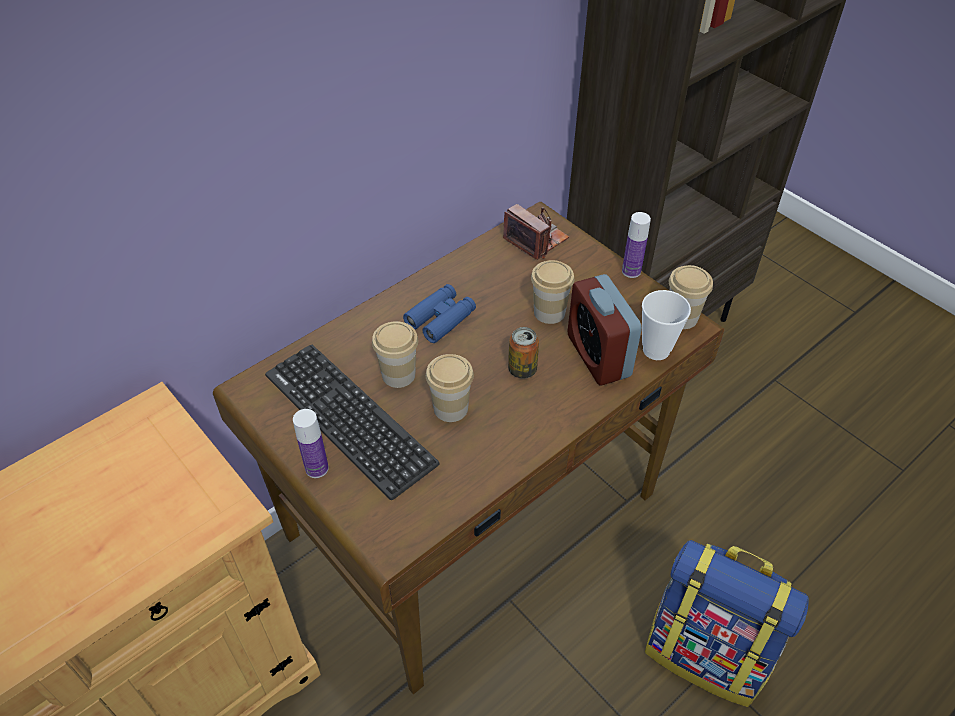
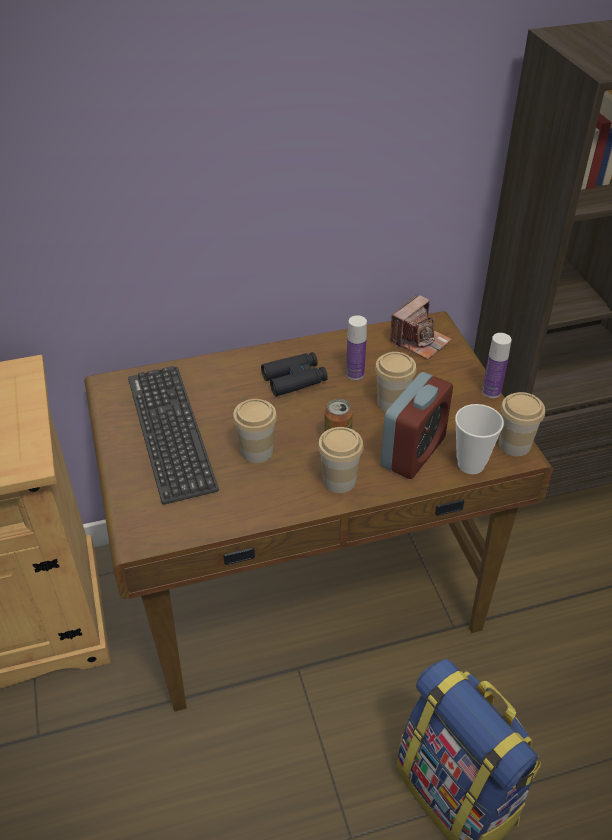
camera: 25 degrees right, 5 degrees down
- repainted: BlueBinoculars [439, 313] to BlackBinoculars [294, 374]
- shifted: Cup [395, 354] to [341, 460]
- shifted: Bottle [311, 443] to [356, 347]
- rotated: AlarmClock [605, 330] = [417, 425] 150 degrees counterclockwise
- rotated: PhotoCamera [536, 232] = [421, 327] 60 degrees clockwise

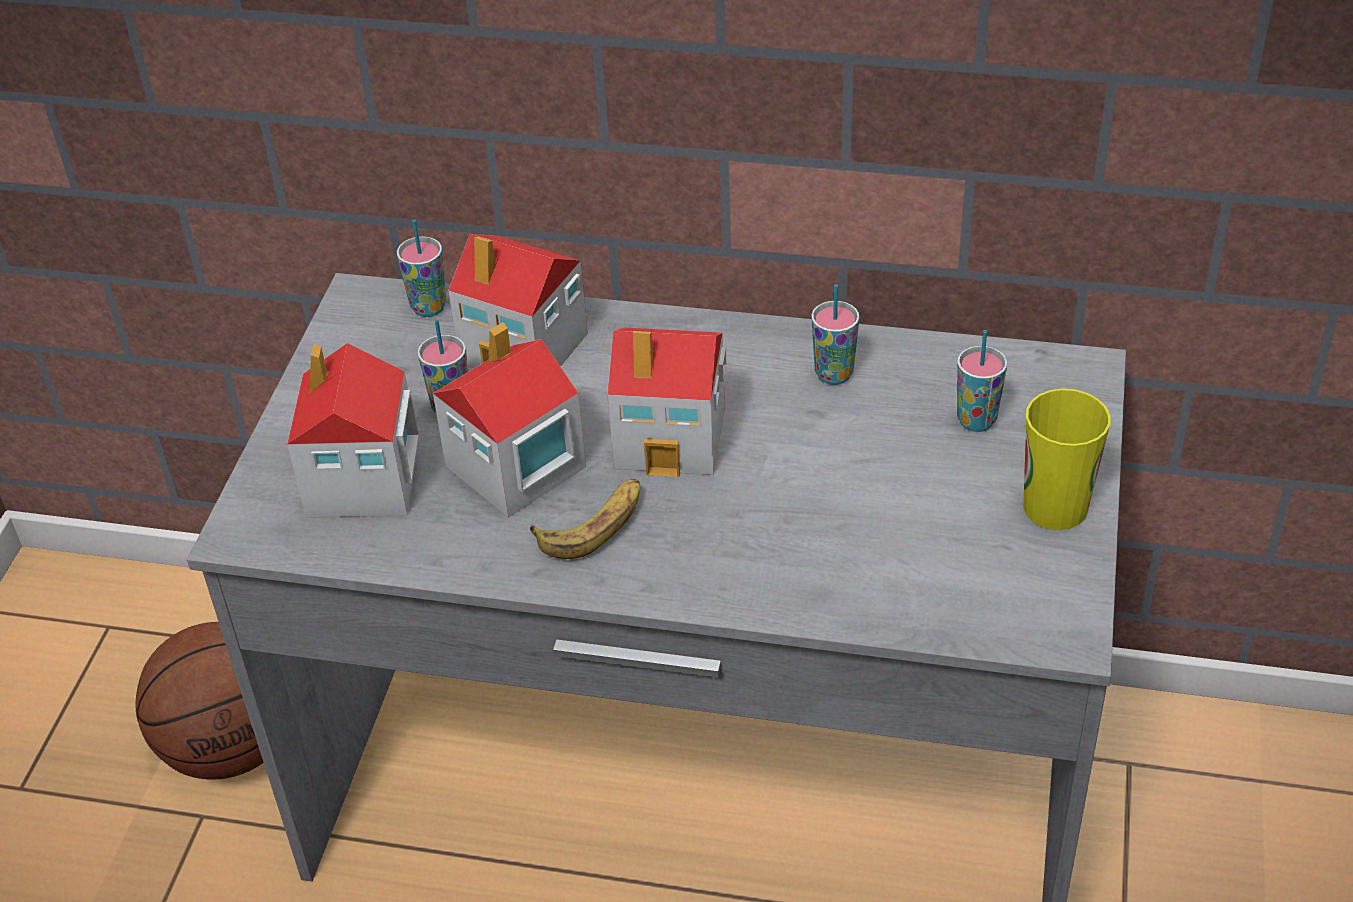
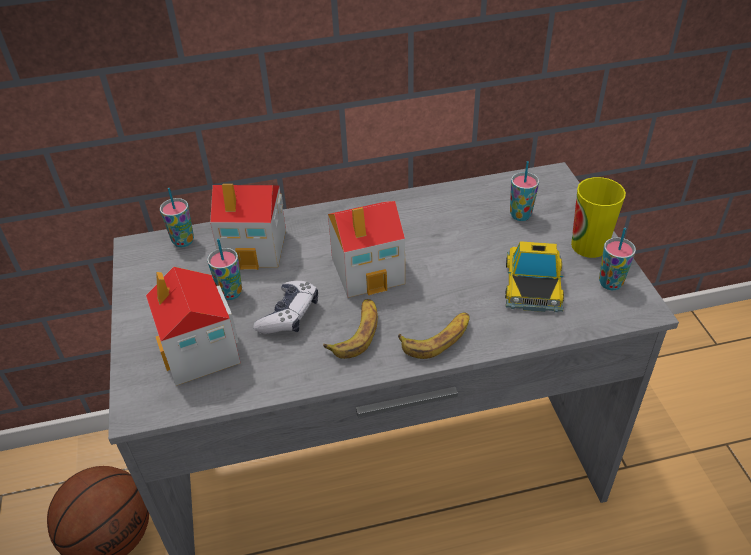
camera: 25 degrees left, 0 degrees up
- swapped: ToyHouse [509, 420] to GameController [285, 307]
- new: Banana [433, 335]
- new: ToyCar [534, 277]
- shifted: Cup [835, 334] to [617, 259]

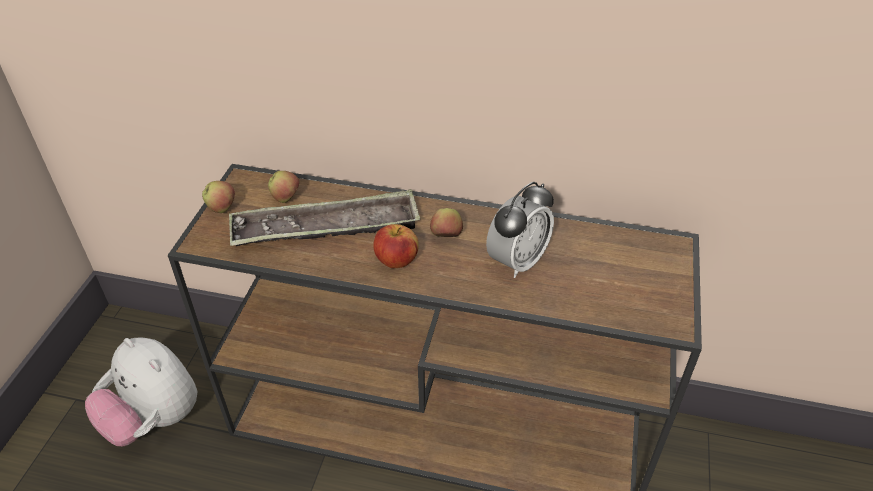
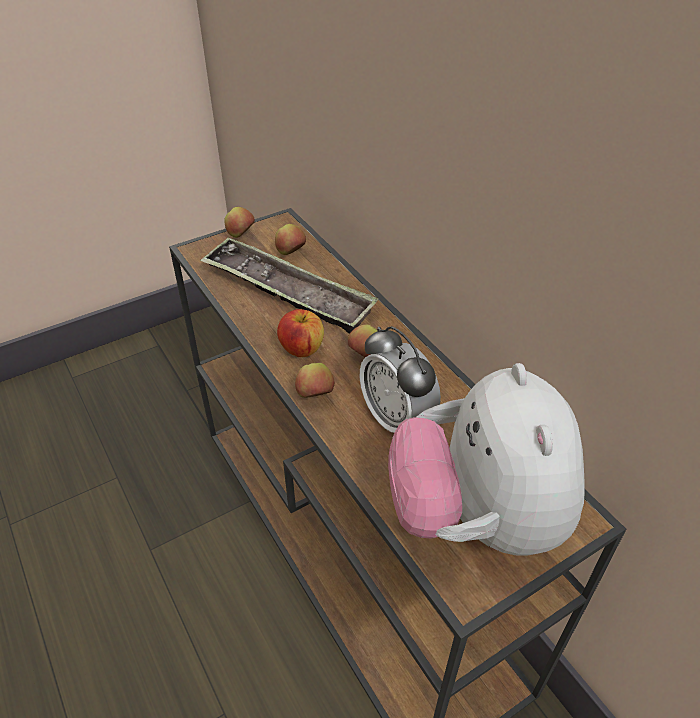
camera: 45 degrees right, 0 degrees up
- new: Apple [315, 380]
- rotated: AlarmClock [520, 230] = [400, 379] 60 degrees clockwise
- shifted: PlushToy [141, 392] to [486, 459]

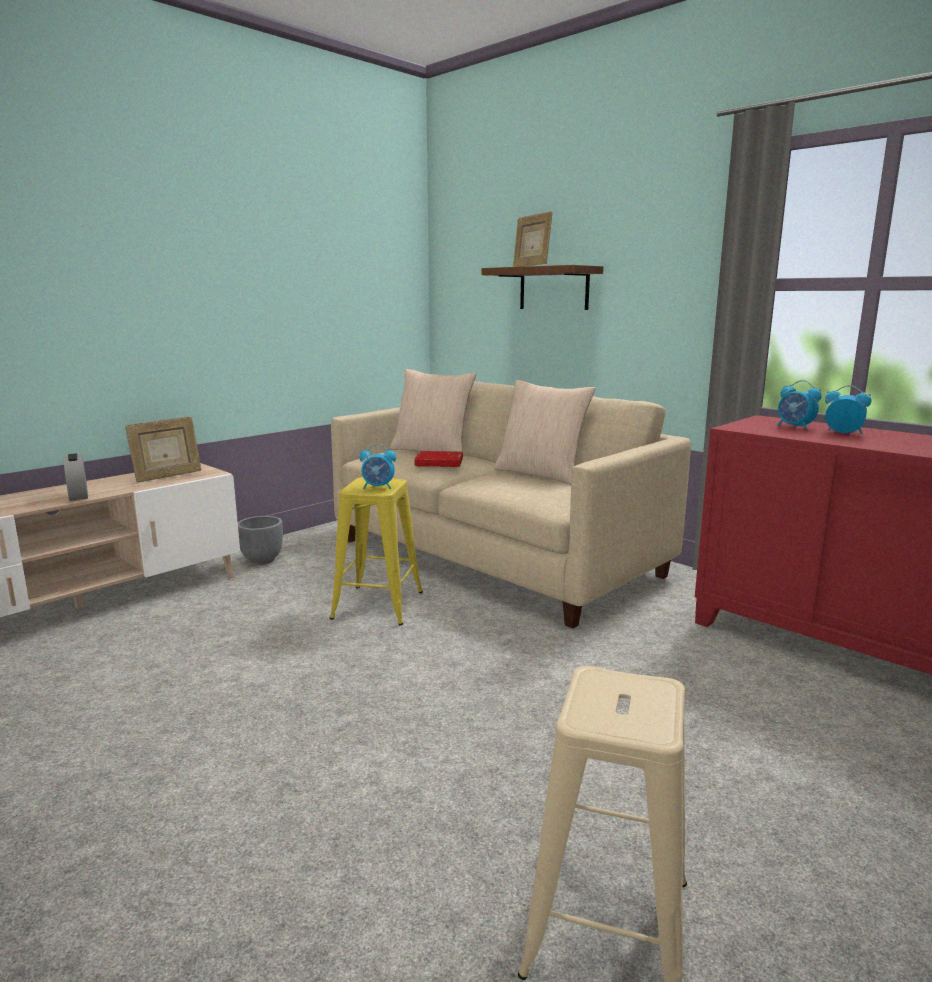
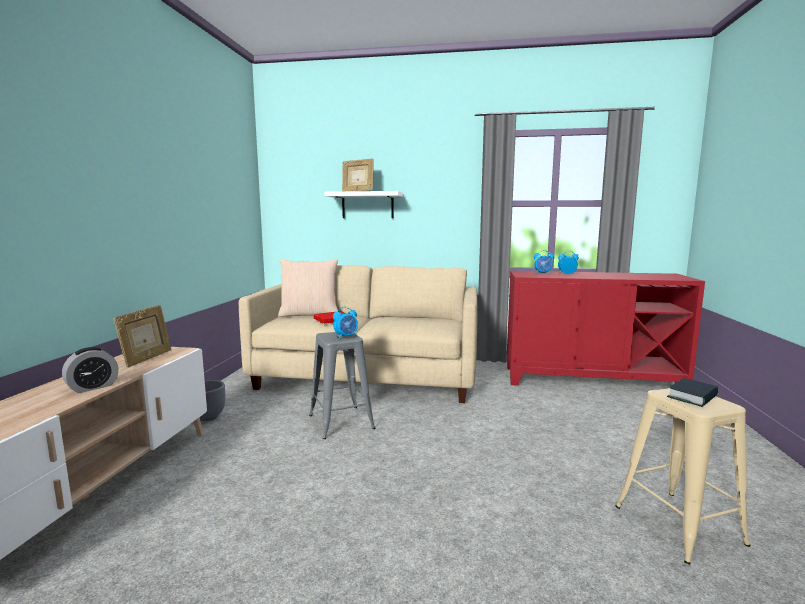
camera: 35 degrees left, 5 degrees down
- rotated: AlarmClock [75, 477] = [90, 370] 75 degrees counterclockwise
- repainted: YellowStool [376, 551] to GreyStool [342, 385]
- repainted: BrownShelf [542, 287] to WhiteShelf [363, 204]
- new: Book [692, 392]
- gone: BeigePillow [545, 432]

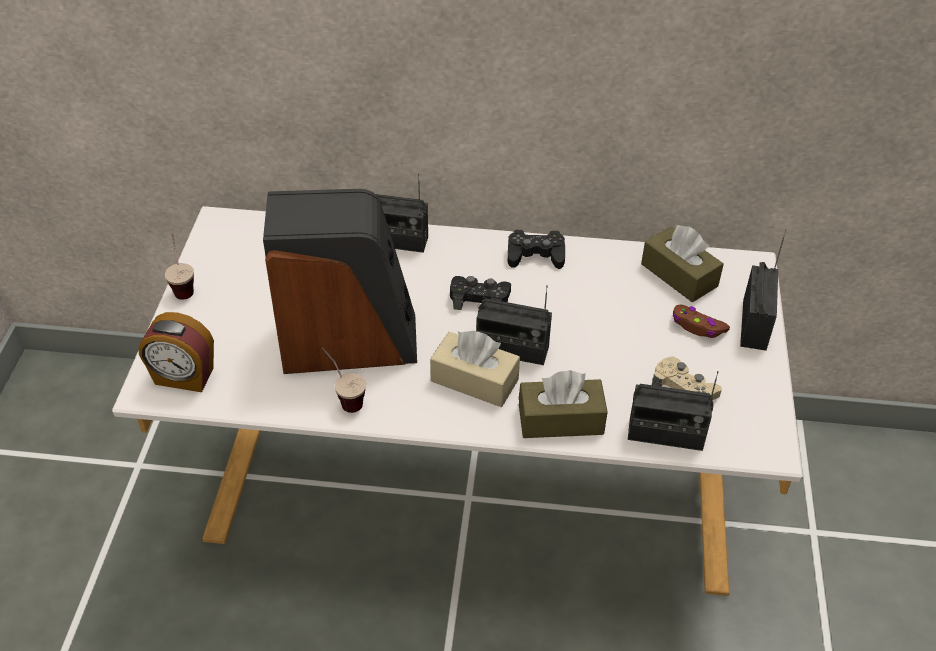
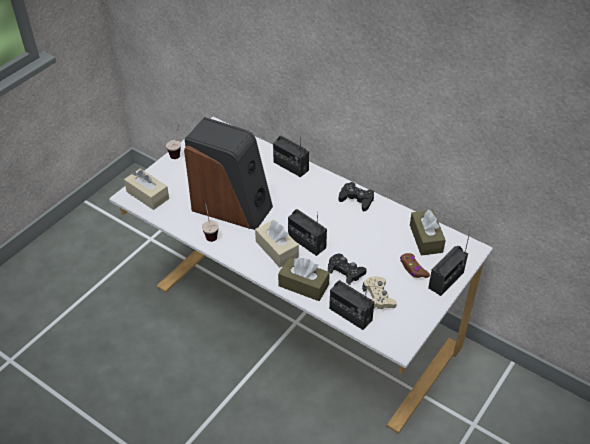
camera: 30 degrees right, 0 degrees up
- swapped: AlarmClock [176, 352] to BeigeTissueBox [146, 189]
- shifted: BlackGameController [480, 293] to [347, 269]

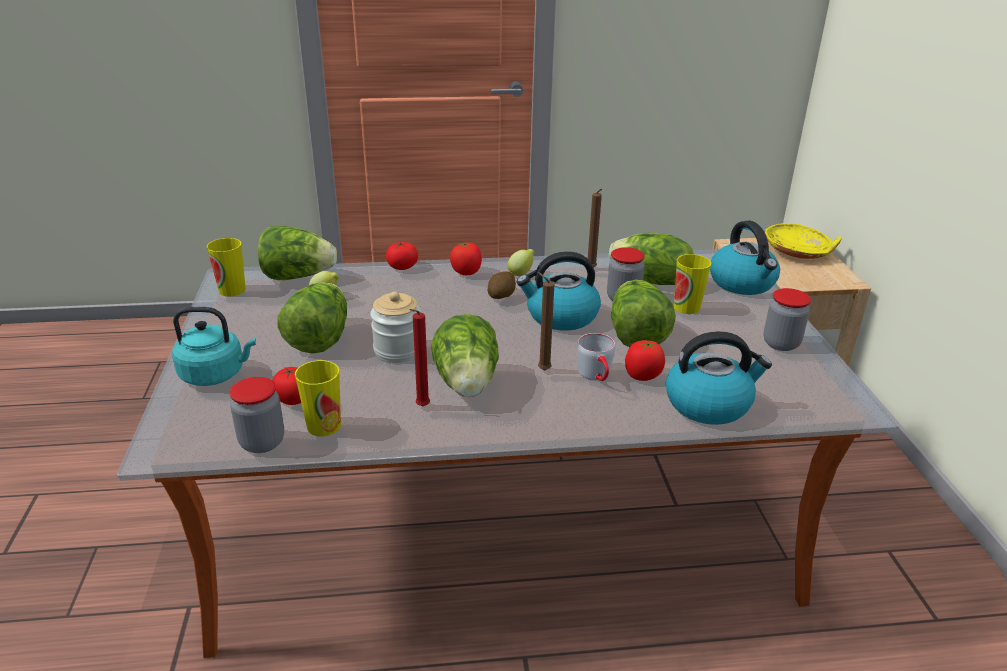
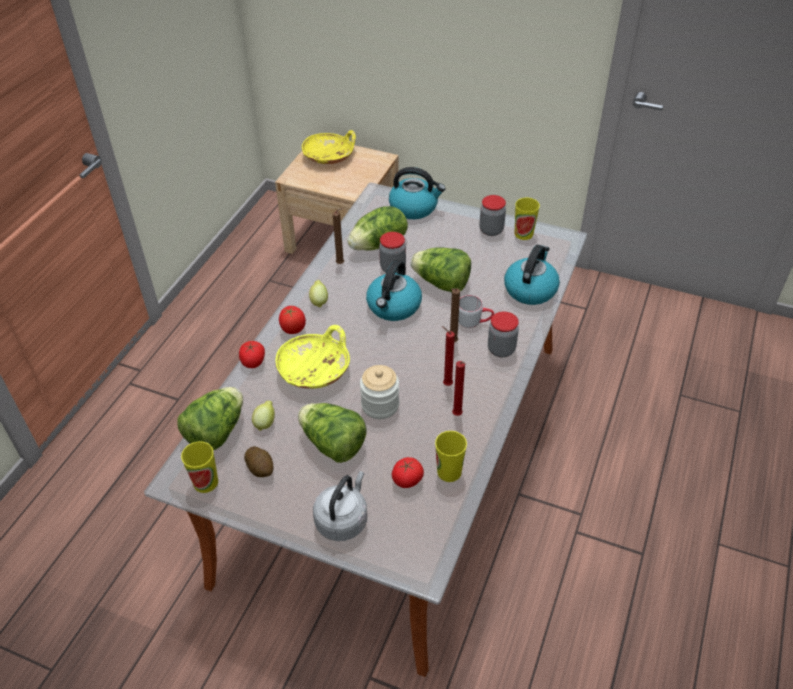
camera: 60 degrees left, 15 degrees up
- shifted: Potato [502, 285] to [259, 461]
- new: YellowBowl [312, 357]
- repainted: TurquoiseKettle [214, 346] to GreyKettle [340, 506]
- swapped: Lettuce [465, 355] to RedCandle [448, 356]
- shifted: Jar [256, 415] to [503, 334]
- shifted: Cup [692, 284] to [527, 219]
- gone: Tomato [645, 360]

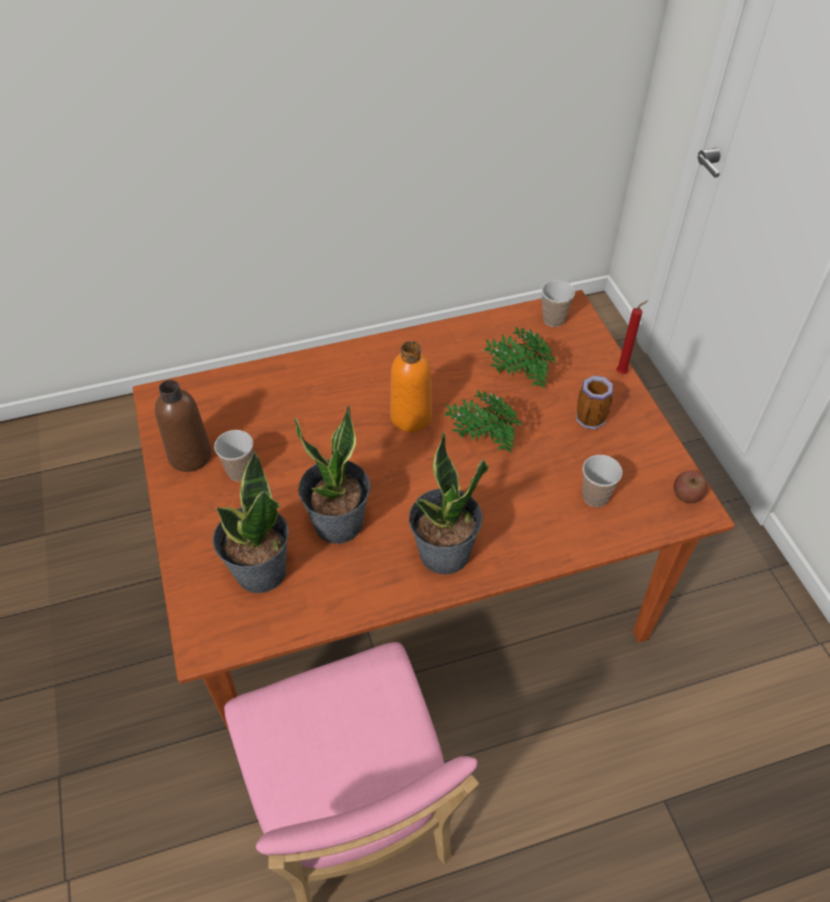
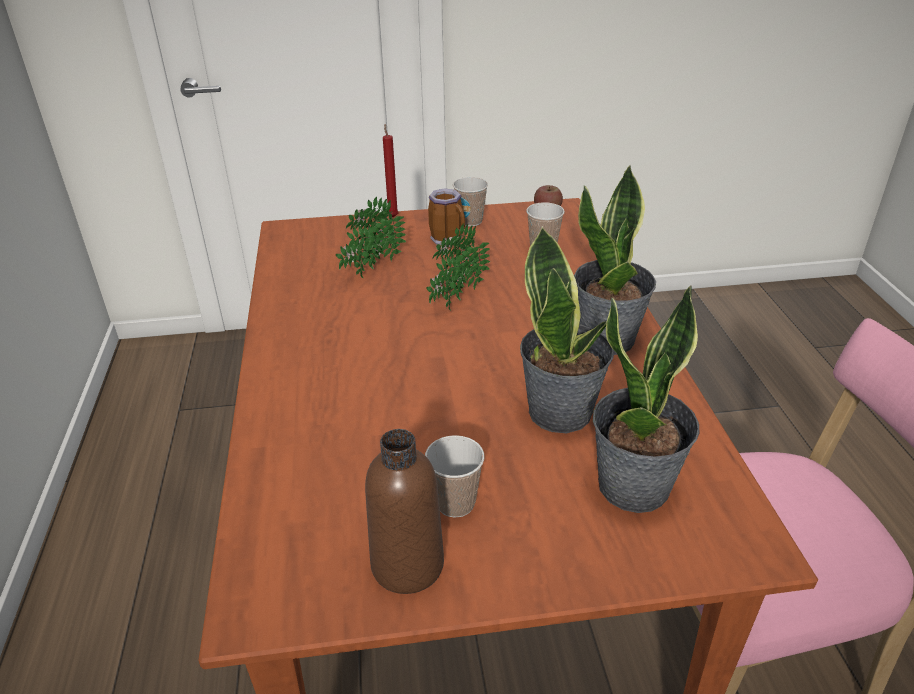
camera: 80 degrees left, 15 degrees down
- shifted: Cup [558, 303] to [470, 202]
- gone: OrangeBottle [411, 386]

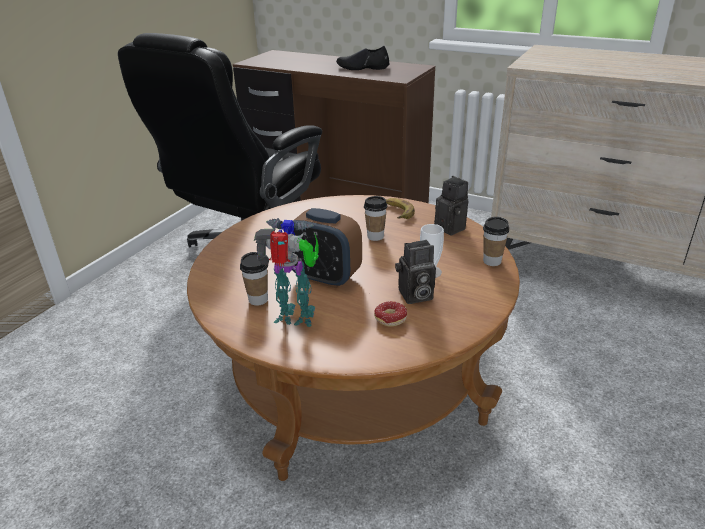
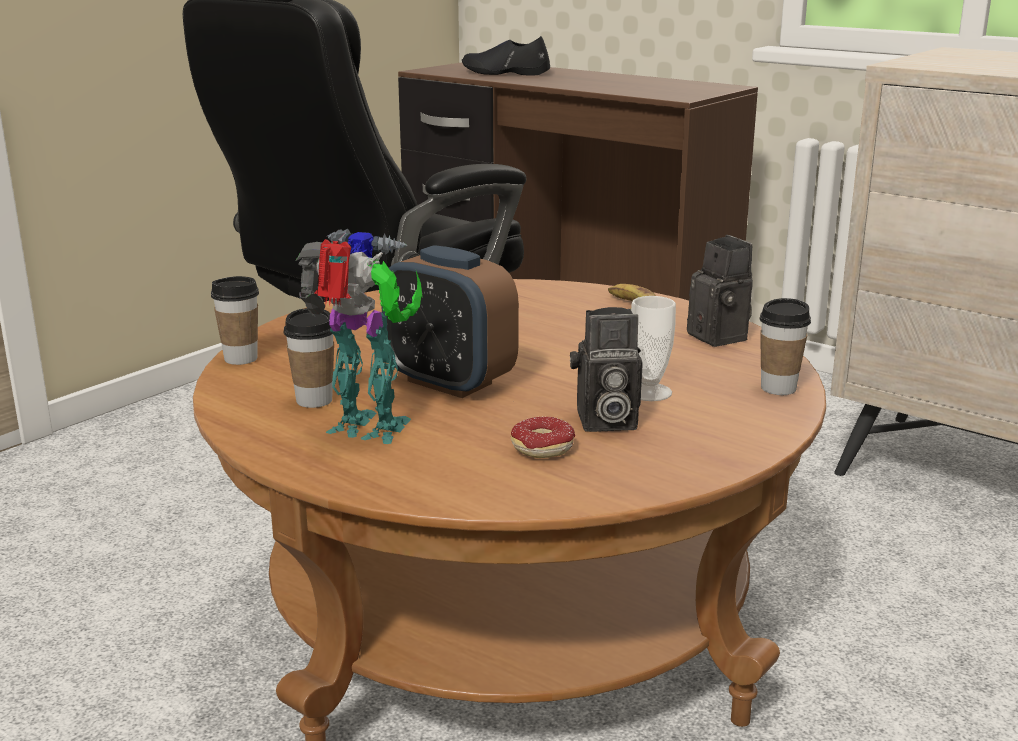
camera: 10 degrees right, 10 degrees down
- shifted: Cup [375, 218] to [235, 320]
- shifted: BlackShoe [362, 58] to [506, 56]

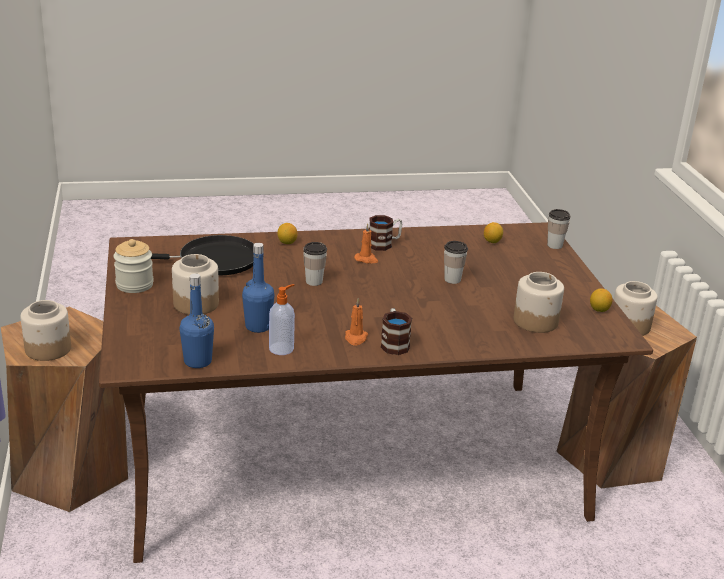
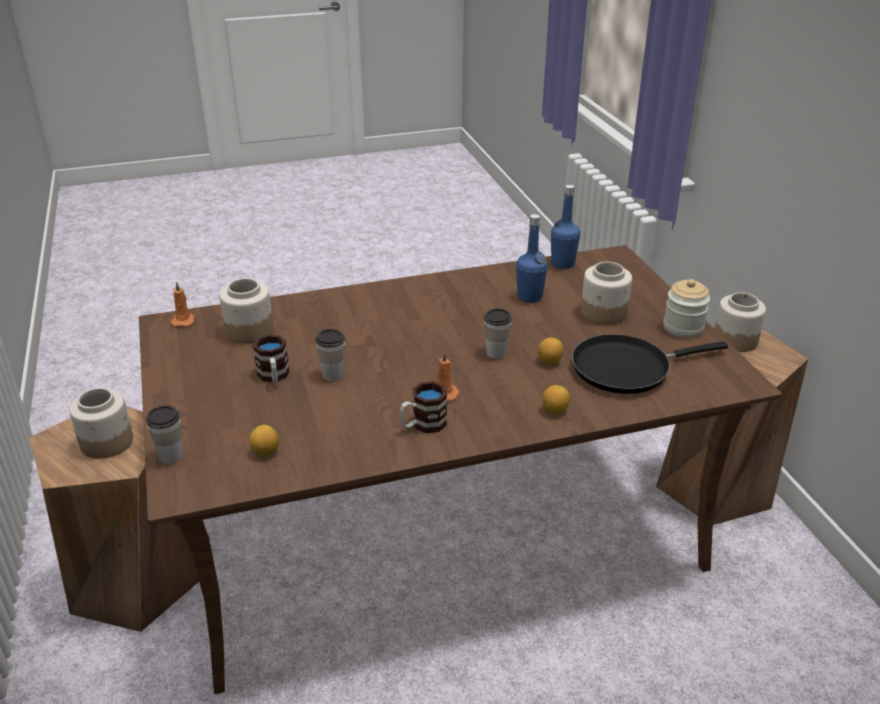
camera: 175 degrees right, 5 degrees up
- shifted: OrangeCandle [356, 322] to [183, 304]
- shifted: Mug [396, 331] to [271, 359]
- shifted: Lemon [601, 300] to [551, 351]
- gone: SoapDispenser [282, 319]

